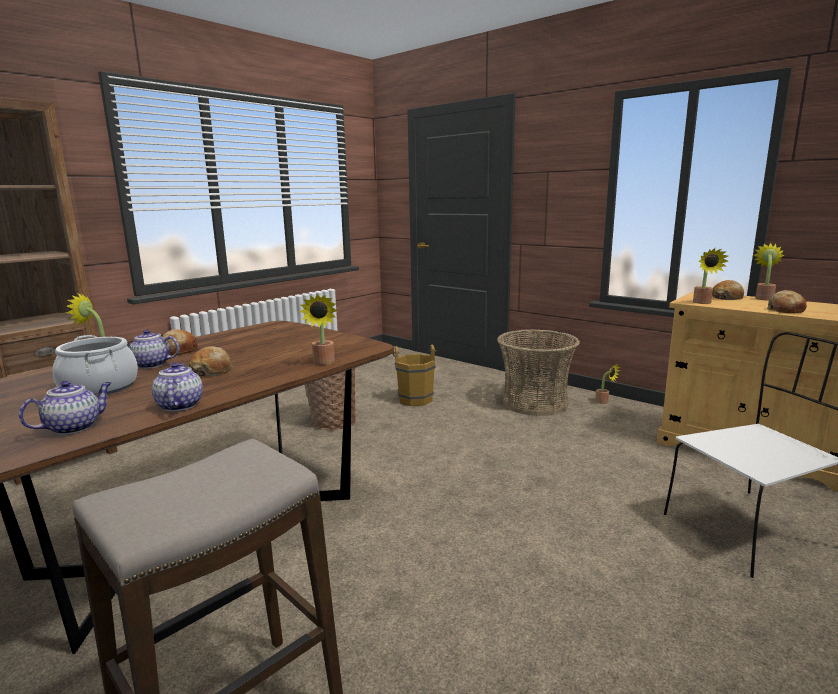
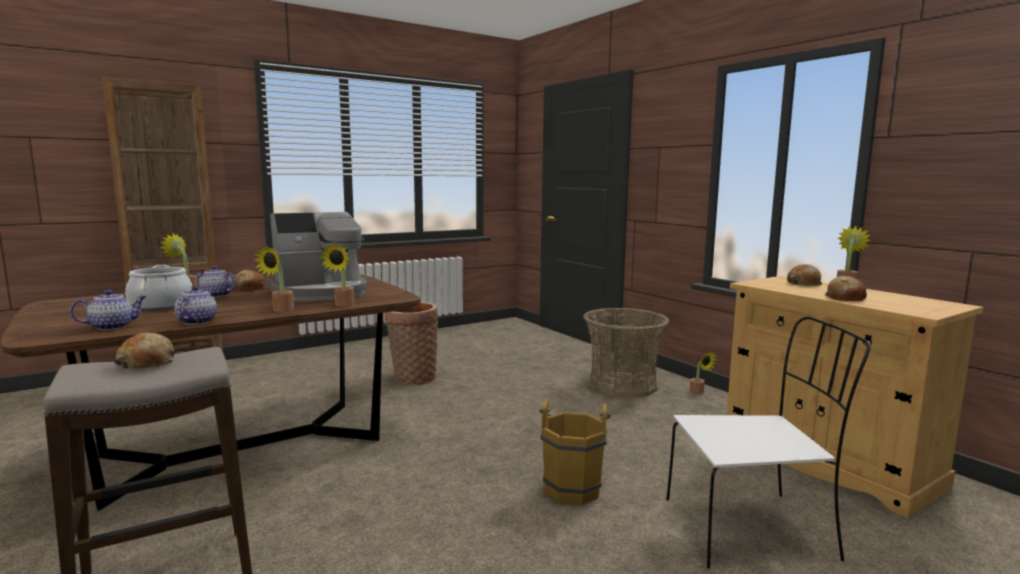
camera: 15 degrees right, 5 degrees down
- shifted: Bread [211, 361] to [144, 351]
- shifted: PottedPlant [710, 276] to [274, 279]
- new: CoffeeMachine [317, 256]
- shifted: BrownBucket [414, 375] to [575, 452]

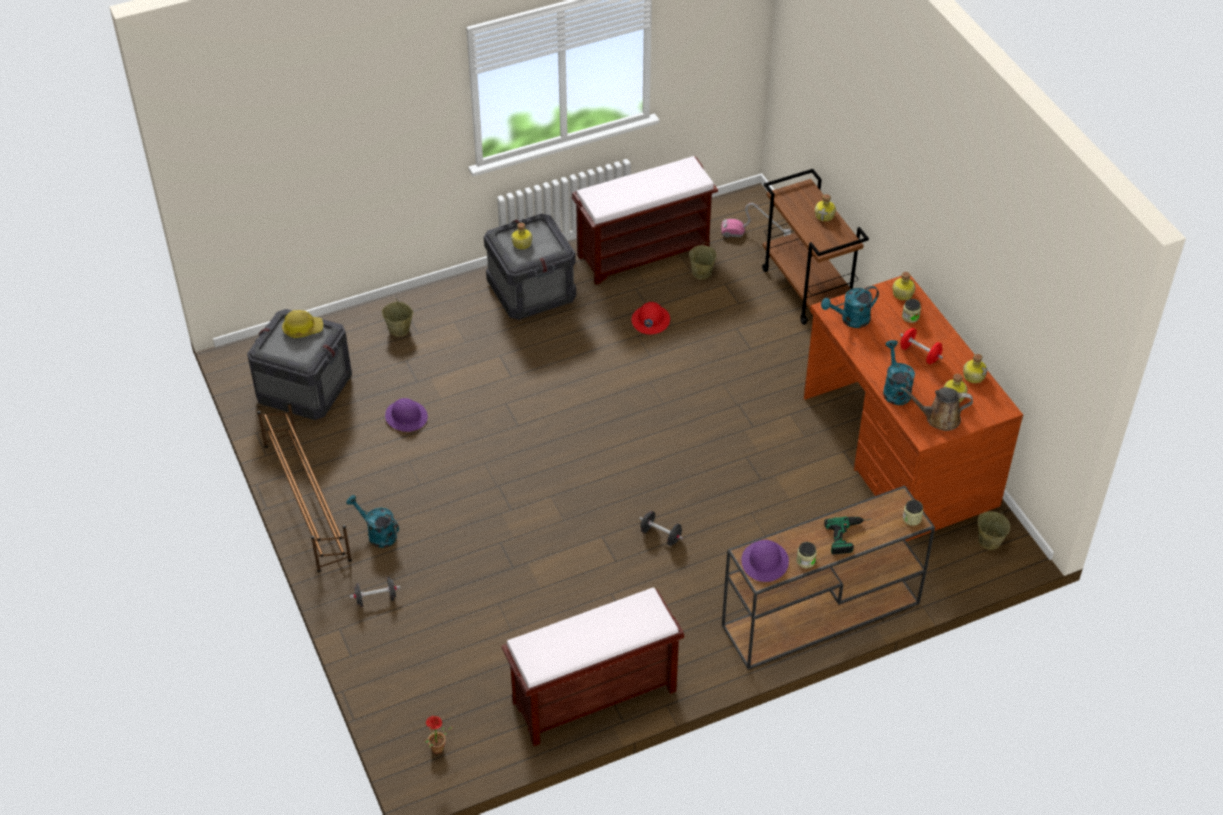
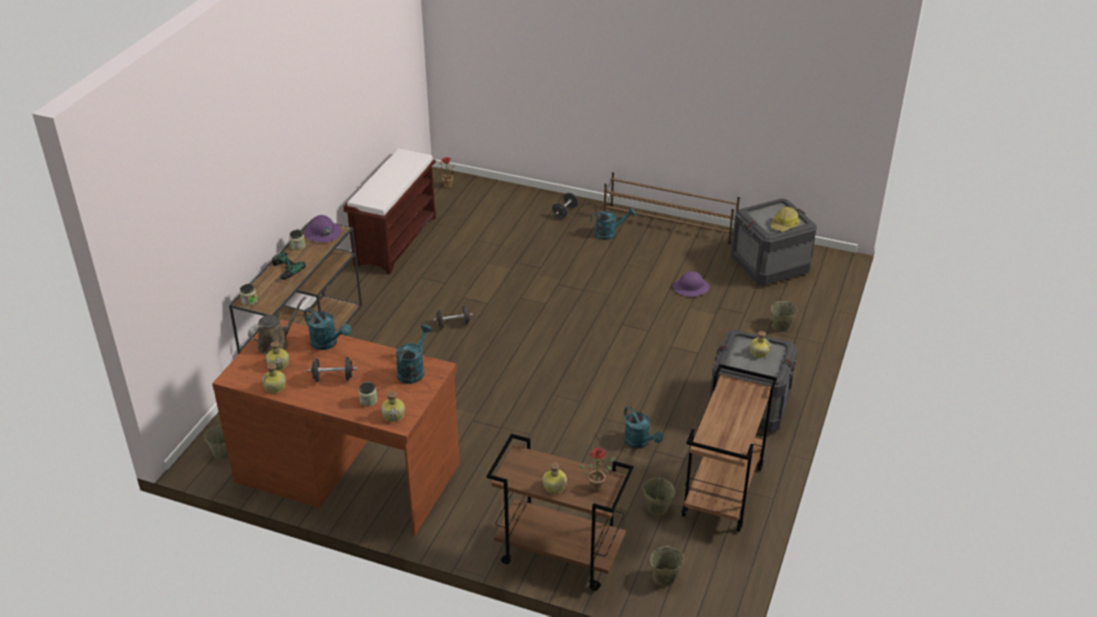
camera: 135 degrees right, 10 degrees down
- repainted: RedDumbbell [921, 346] to BlackDumbbell [332, 369]
- new: PottedPlant [597, 470]
- swapped: RedHardHat [650, 318] to TurquoiseWateringCan [643, 427]
- swapped: VacuumCleaner [756, 220] to BeigeBucket [667, 565]
- swapped: BrownBench [645, 220] to BrownCart [729, 448]

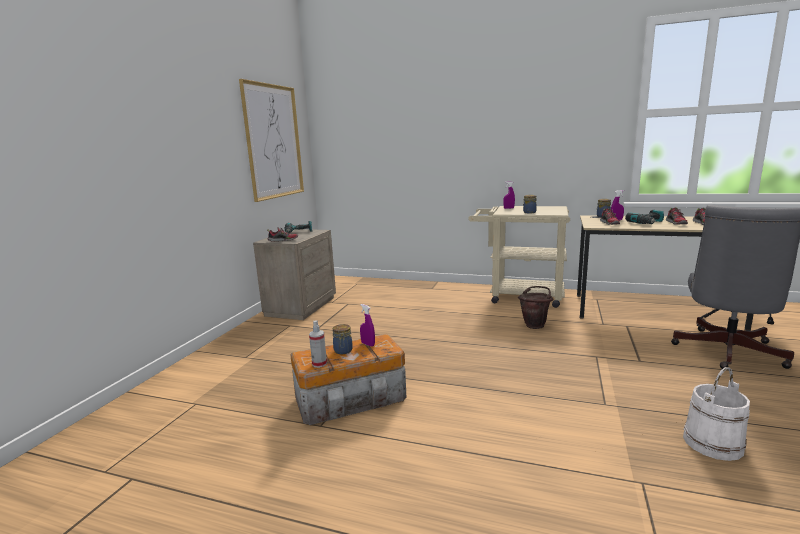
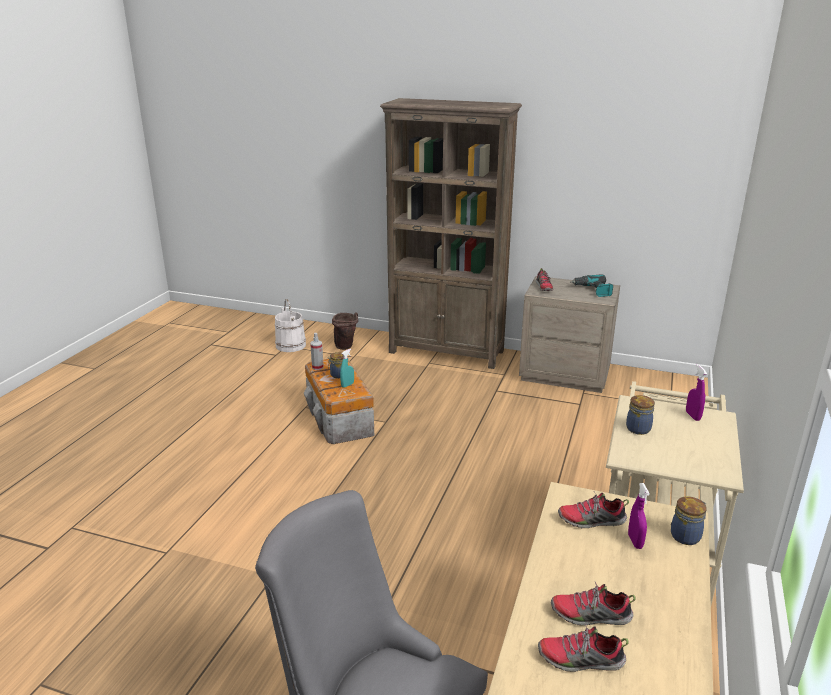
camera: 90 degrees right, 10 degrees up
- shifted: WhiteBucket [716, 414] to [290, 325]
- shifted: BrownBucket [535, 307] to [345, 331]
- repainted: PurpleSprayBottle [367, 325] to TurquoiseSprayBottle [347, 368]
- new: BrownBookcase [451, 233]
- gone: Picture [271, 140]
- gone: PowerDrill [644, 217]

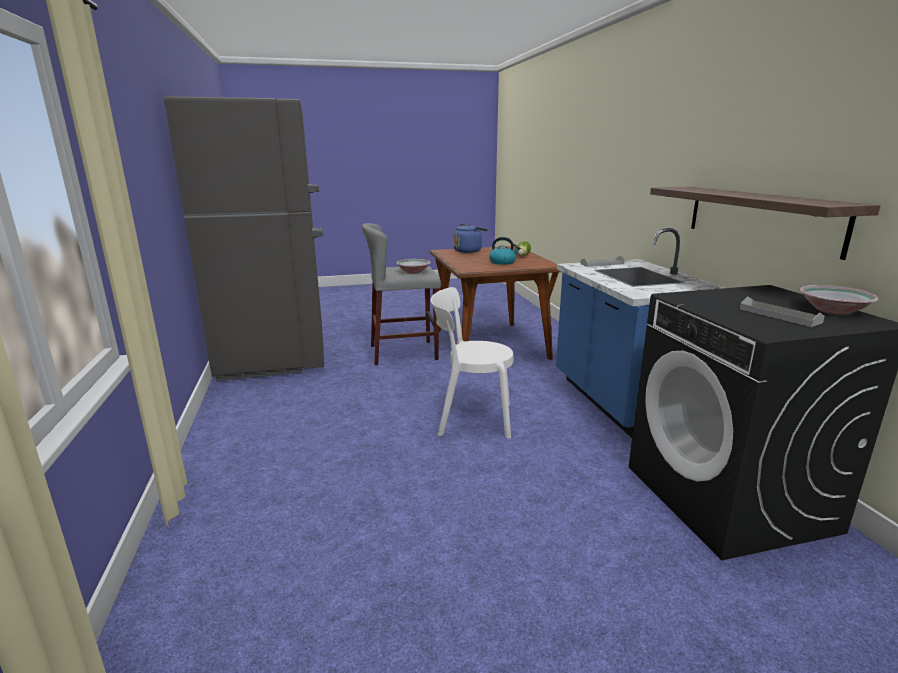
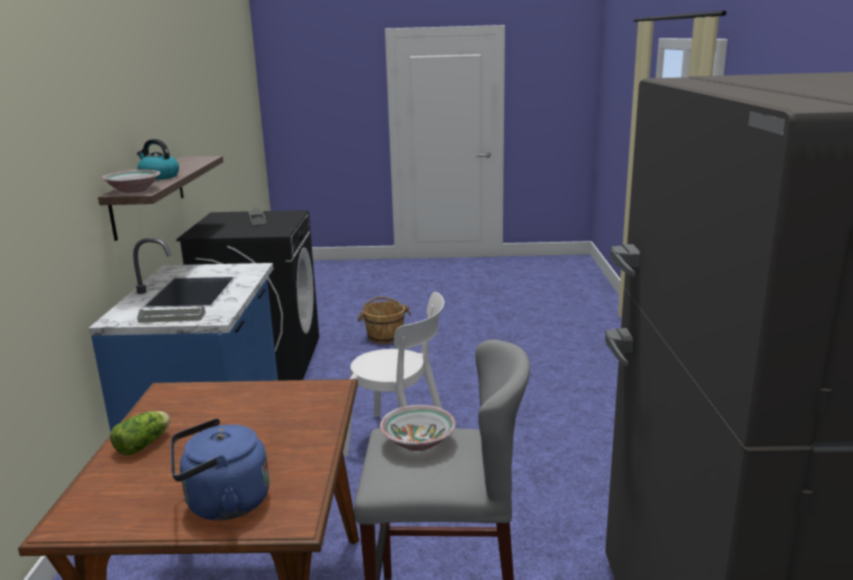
camera: 165 degrees left, 0 degrees up
- shifted: Bowl [839, 300] to [131, 181]
- shifted: Kettle [504, 251] to [158, 159]
- new: BrownBucket [384, 320]

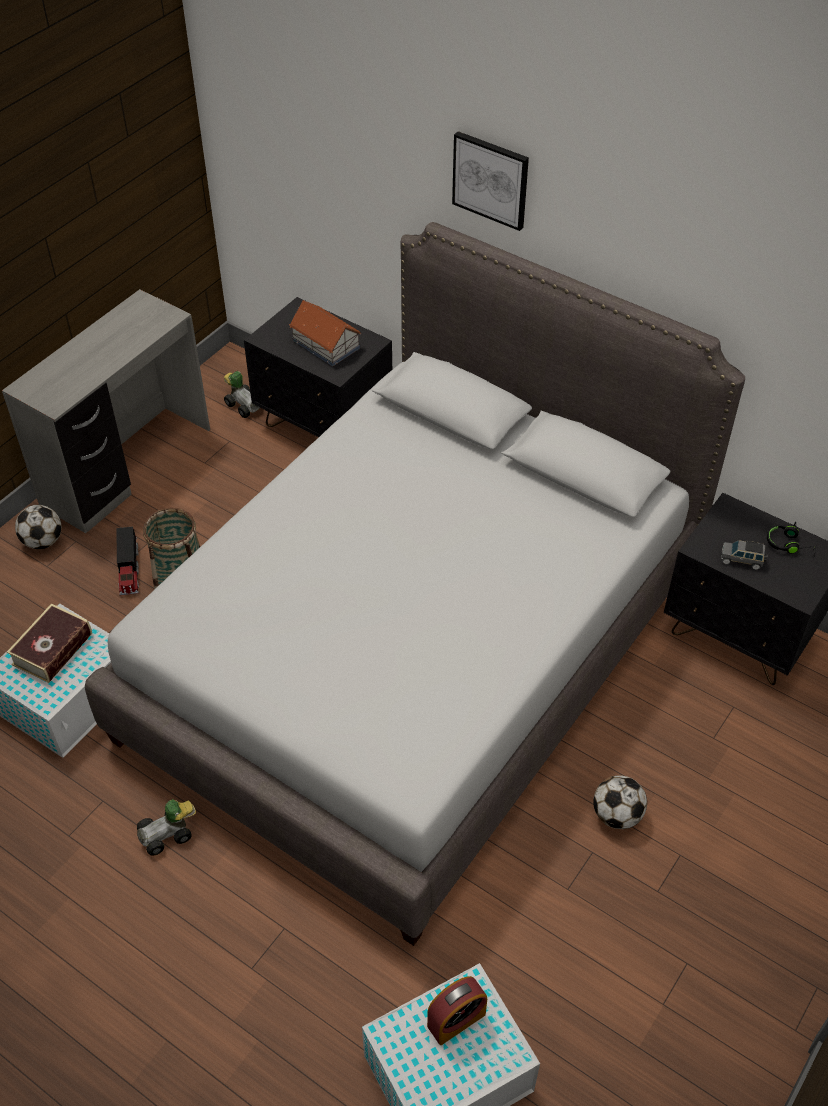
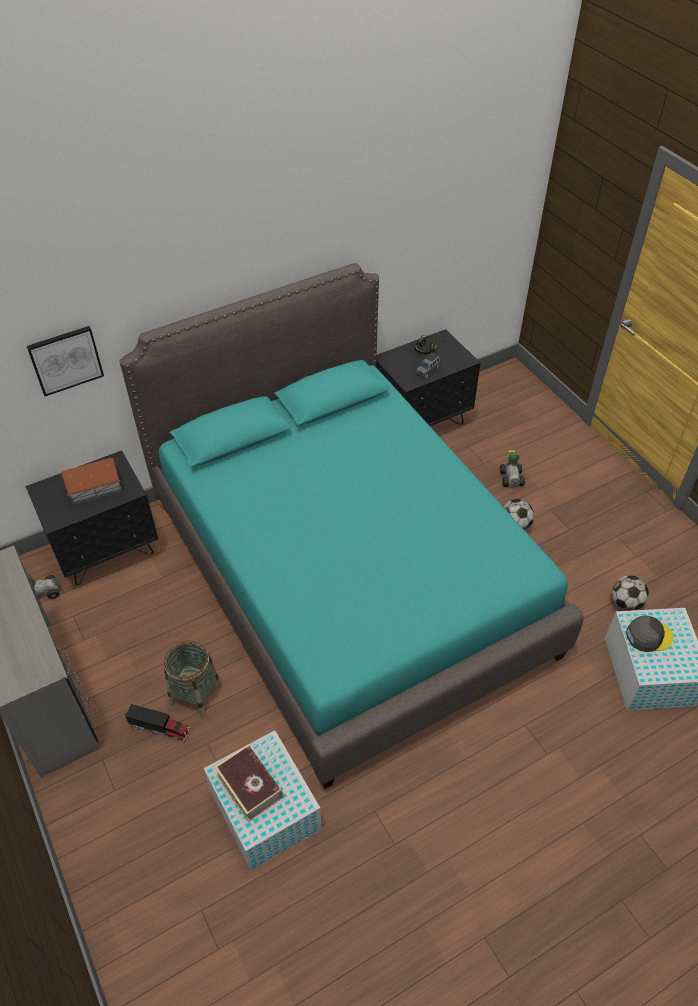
camera: 65 degrees left, 0 degrees up
- shifted: Picture [490, 181] to [65, 361]
- repainted: GreyBed [415, 584] to TurquoiseBed [352, 526]
- shifted: ToyCar [166, 827] to [512, 468]
- shifted: Football [38, 527] to [630, 593]
- swapped: AlarmClock [457, 1010] to GreyCap [650, 634]

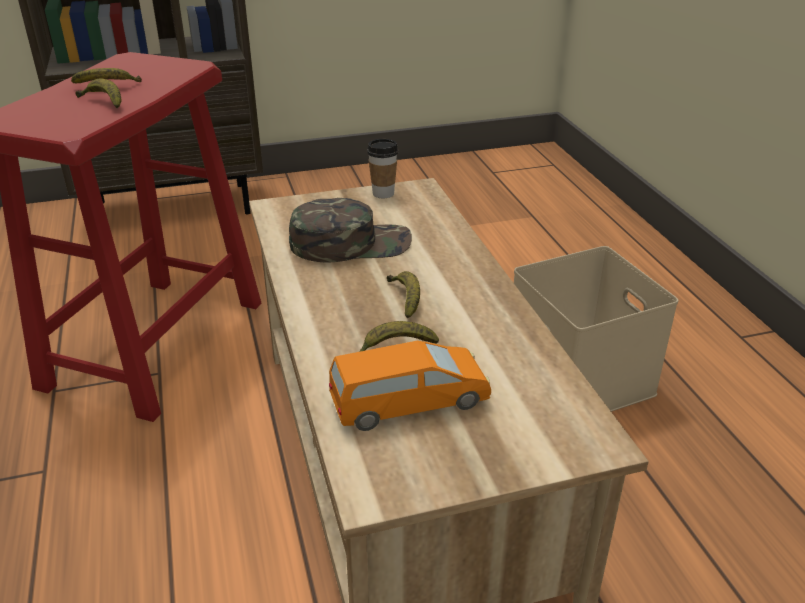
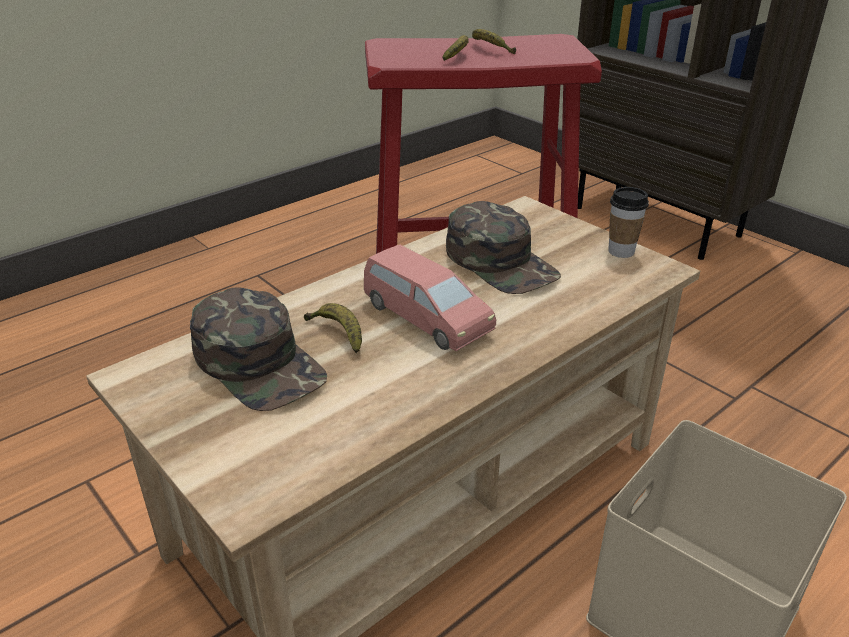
camera: 65 degrees right, 0 degrees up
- swapped: OrangeToyCar [410, 386] to GreenCap [258, 349]
- swapped: Banana [403, 295] to PinkToyCar [430, 297]

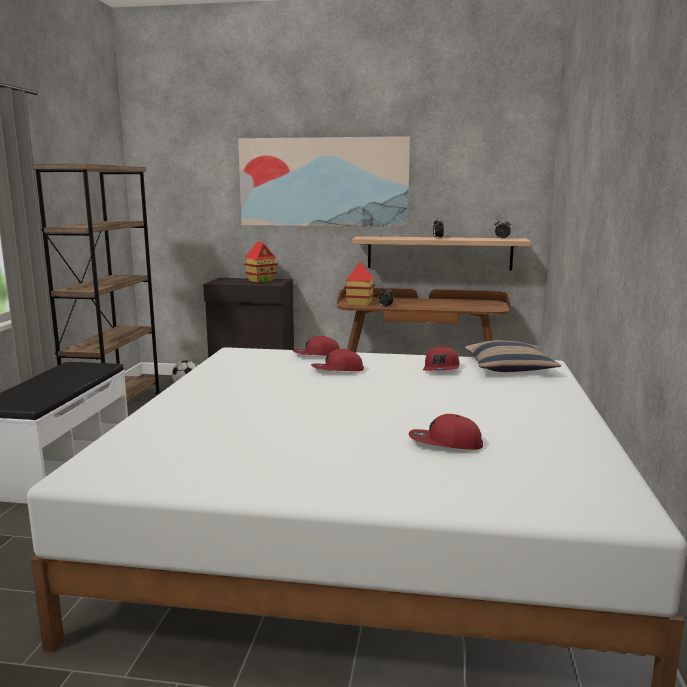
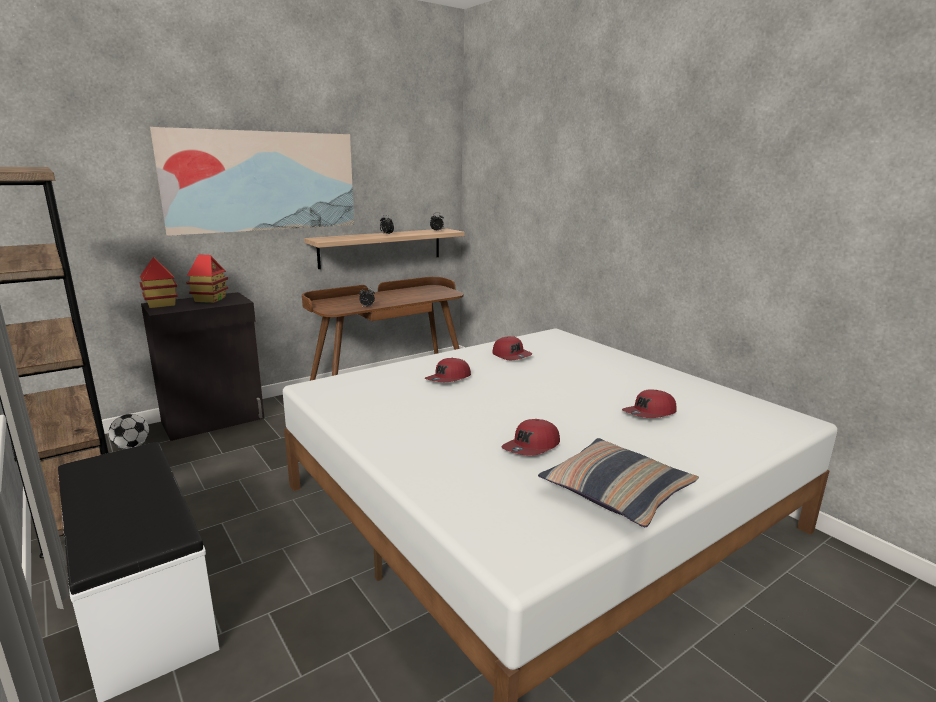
camera: 45 degrees left, 5 degrees up
- shifted: ToyHouse [359, 284] to [158, 282]
- shifted: RedCap [316, 346] to [530, 437]
- shifted: Pillow [512, 356] to [618, 482]

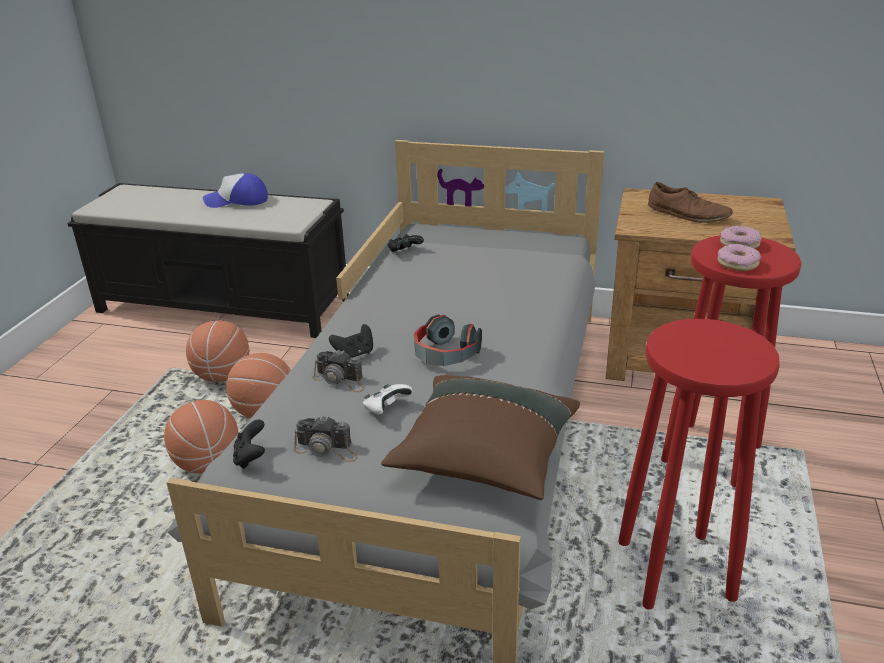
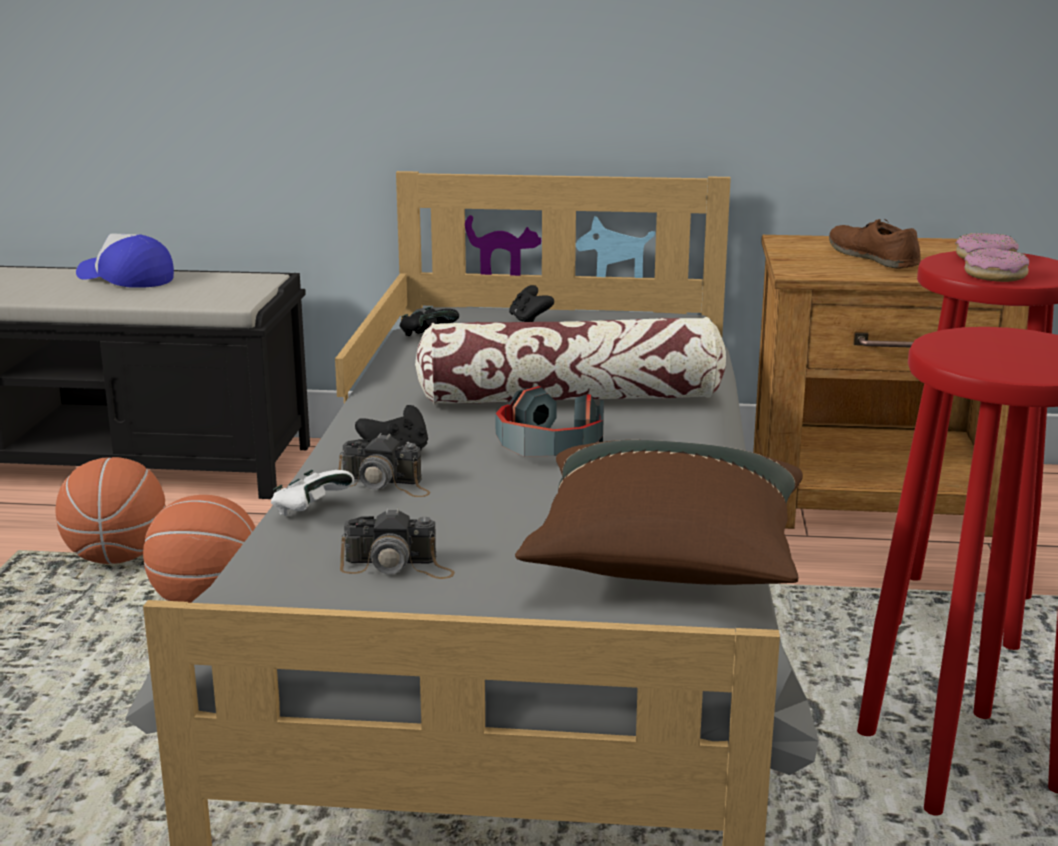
camera: 10 degrees left, 10 degrees down
- rotated: Cap [235, 190] = [125, 261] 45 degrees clockwise
- shifted: WhiteGameController [388, 399] to [312, 493]
- new: Pillow [570, 361]
- shifted: BlackGameController [249, 444] to [531, 303]
- rotated: BrownShoe [690, 202] = [874, 243] 135 degrees counterclockwise
- gone: Basketball [201, 436]

